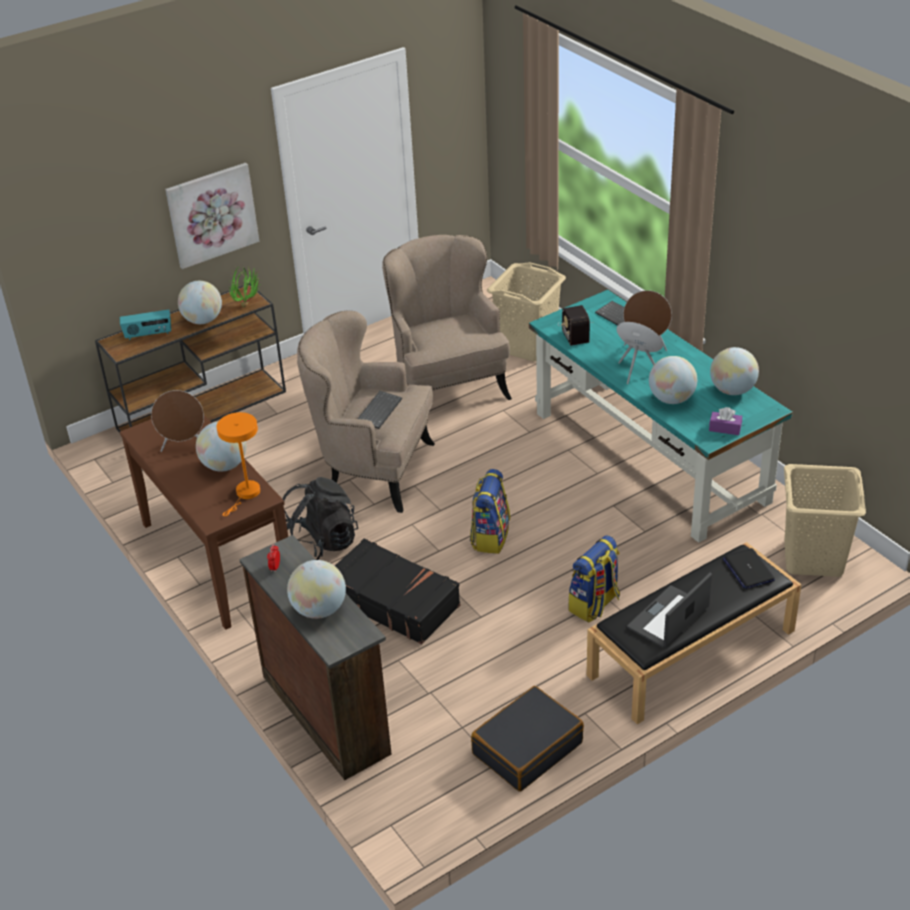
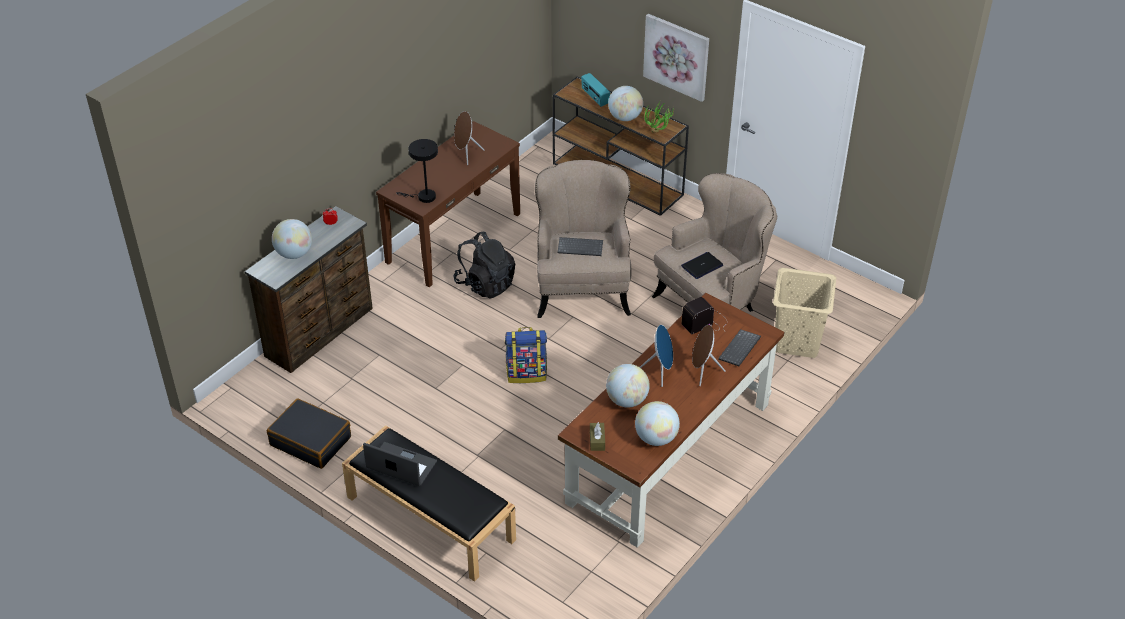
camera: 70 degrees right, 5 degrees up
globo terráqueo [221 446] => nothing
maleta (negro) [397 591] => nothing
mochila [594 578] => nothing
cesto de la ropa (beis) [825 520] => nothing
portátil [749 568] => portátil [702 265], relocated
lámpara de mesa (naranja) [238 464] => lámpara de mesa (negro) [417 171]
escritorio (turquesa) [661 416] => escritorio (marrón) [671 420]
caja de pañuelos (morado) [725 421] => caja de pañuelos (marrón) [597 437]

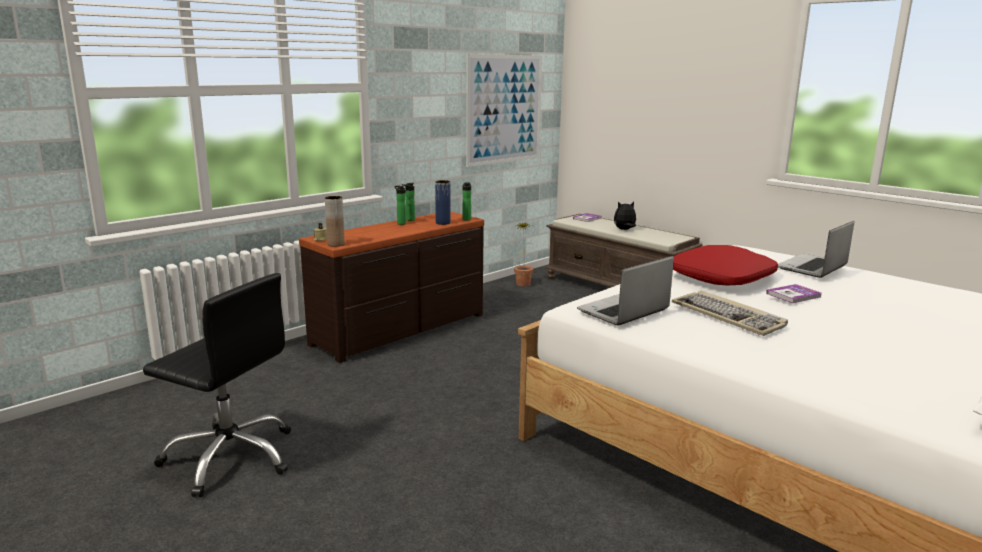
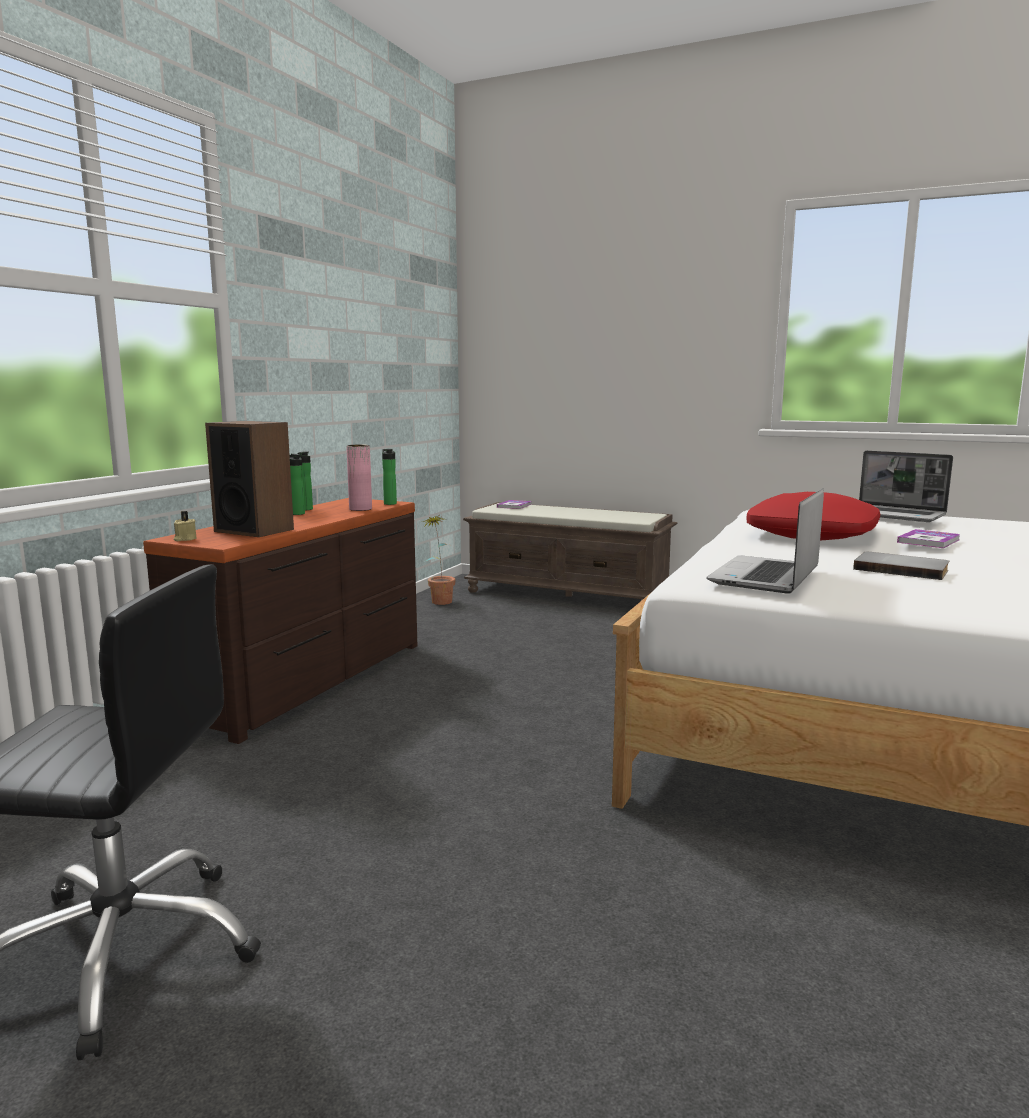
camera: 20 degrees left, 5 degrees down
florero (marrón) [335 221] => nothing
cuadro [504 110] => nothing
peluche [625 216] => nothing
nothing => altavoz [249 479]
teclado [730 313] => libro (gris) [901 566]
florero (azul) [443 202] => florero (rosa) [359 478]
portátil [816 249] => portátil [906 486], 75 degrees counterclockwise

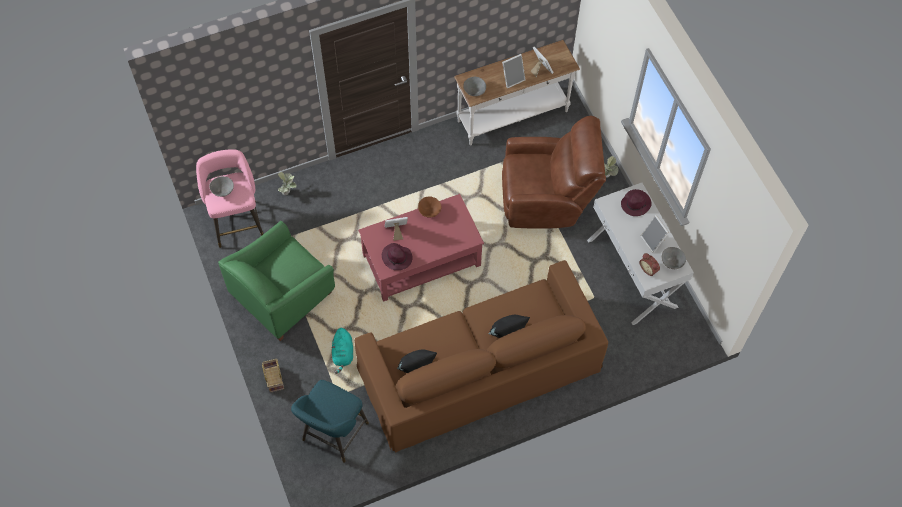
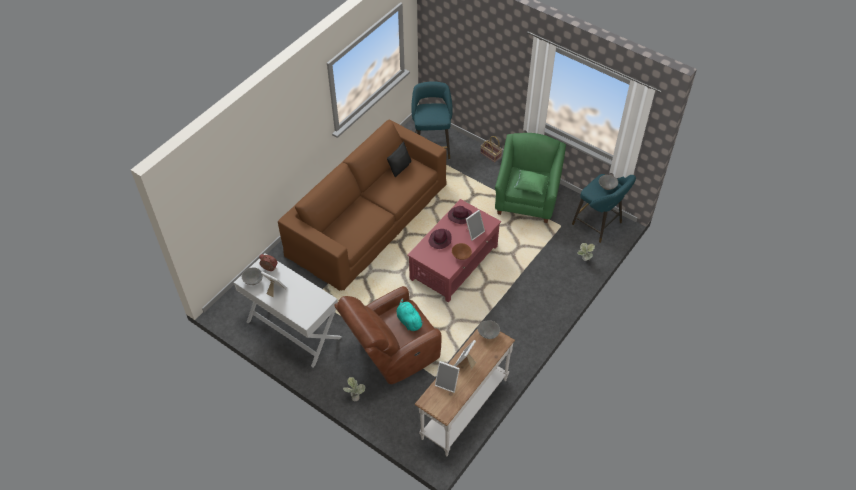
camera: 150 degrees right, 10 degrees down
cojín (negro) [509 326] => nothing
nothing => cojín (verde) [530 182]
peluche (turquesa) [342 351] => peluche (turquesa) [410 314], relocated
sombrero (morado) [636 202] => sombrero (morado) [440 239], relocated
taburete (rosa) [229 198] => taburete (turquesa) [604 208]

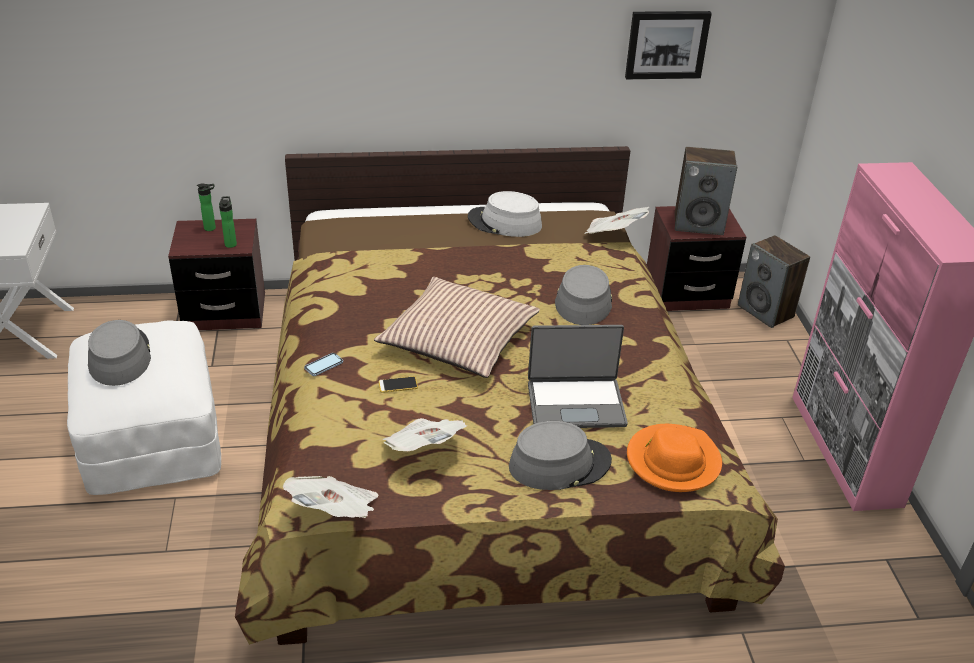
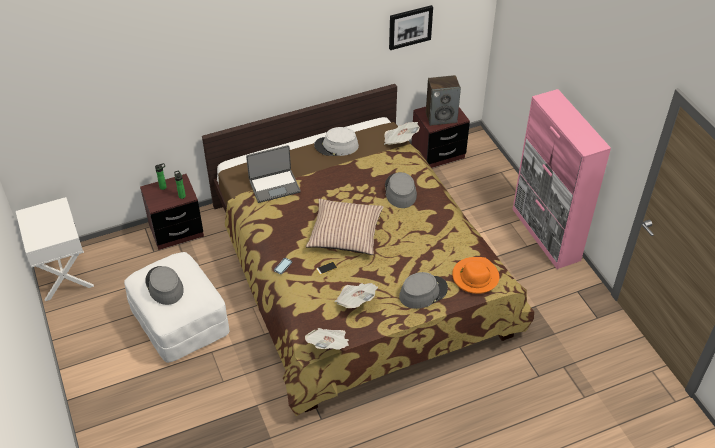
camera: 15 degrees left, 10 degrees up
altavoz [774 281] => nothing
portátil [578 376] => portátil [273 174], relocated

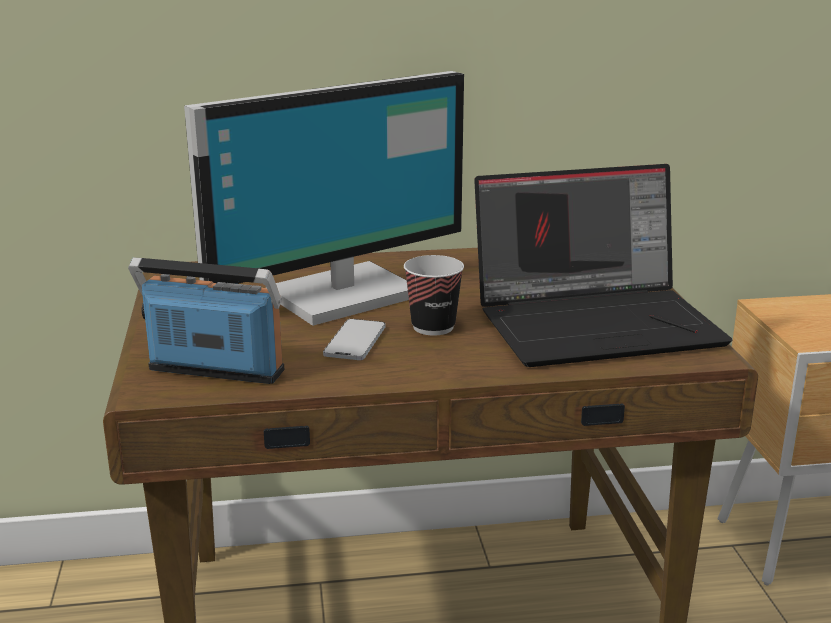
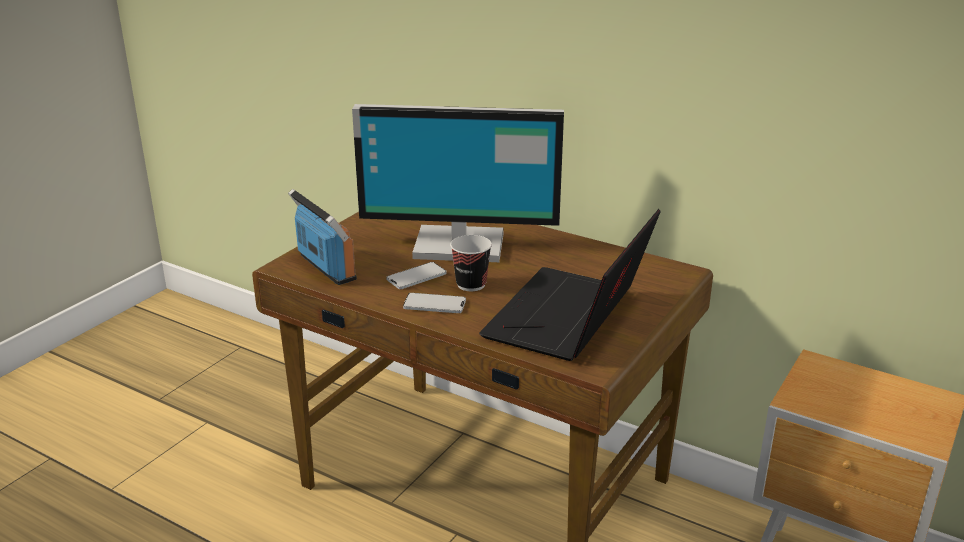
camera: 40 degrees right, 5 degrees up
nothing => móvil [434 303]
portátil [603 265] => portátil [570 285], 90 degrees clockwise

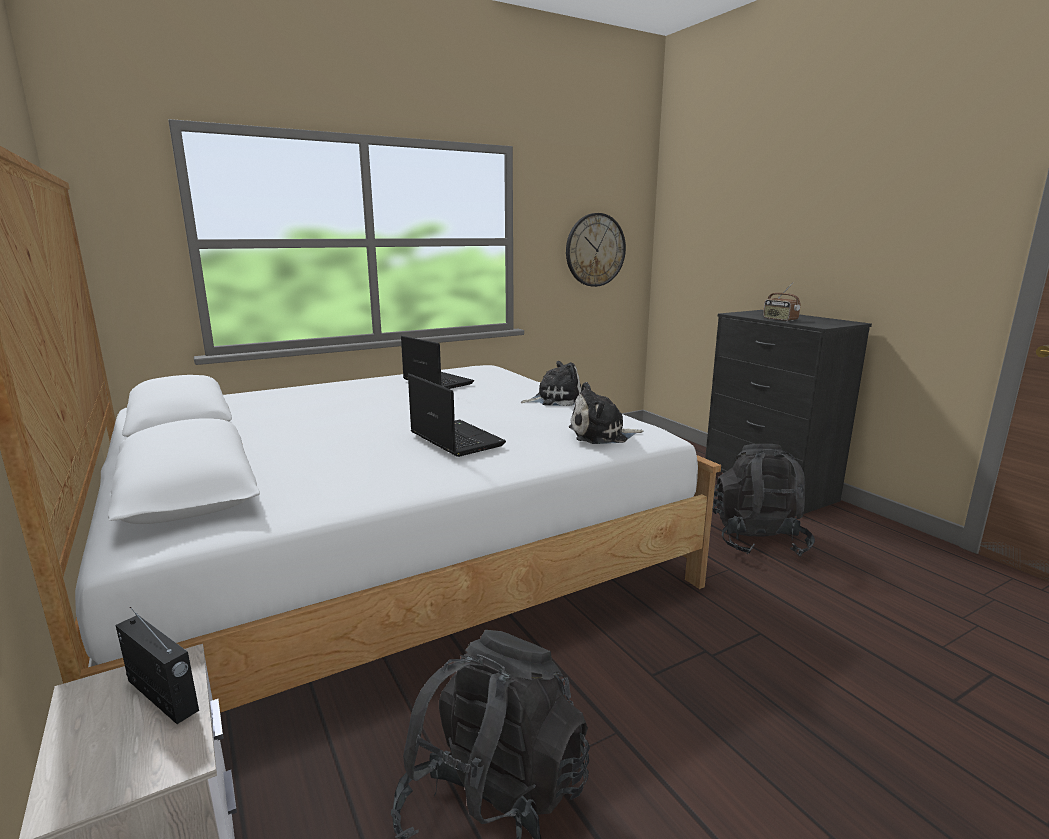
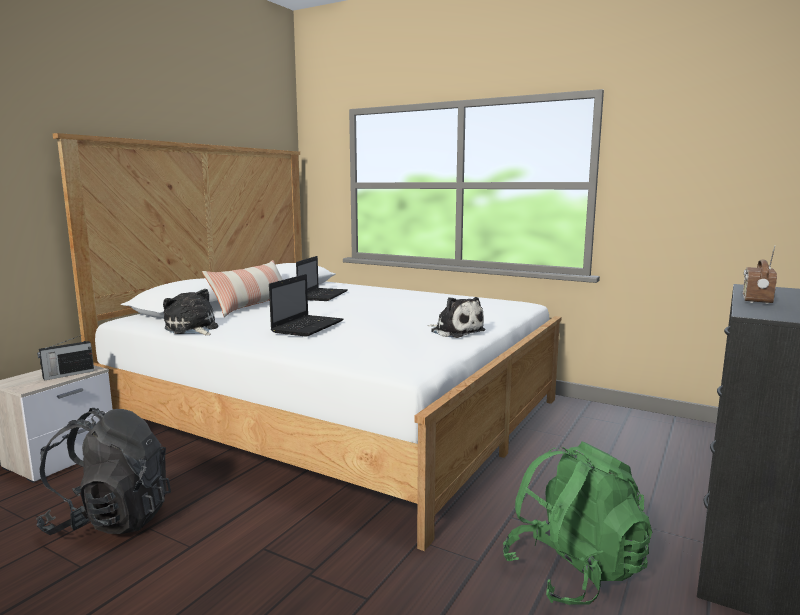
camera: 60 degrees right, 5 degrees down
reloj de pared [596 250] => nothing
nothing => cojín [242 288]
portátil [437 362] => portátil [322 278], relocated
peluche [606 413] => peluche [190 312], relocated
mochila (negro) [763 500] => mochila (verde) [577 523]
radio [157 665] => radio [65 357], 45 degrees clockwise

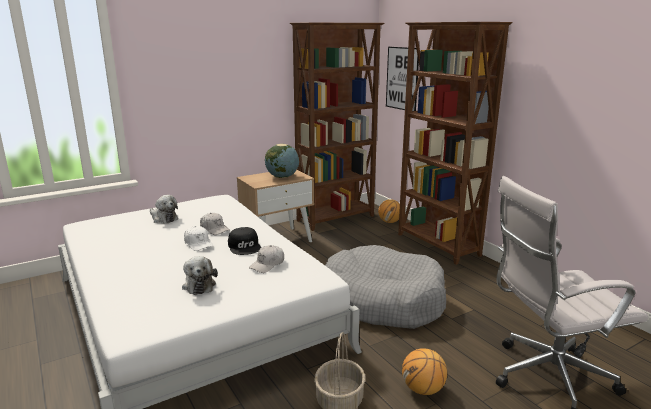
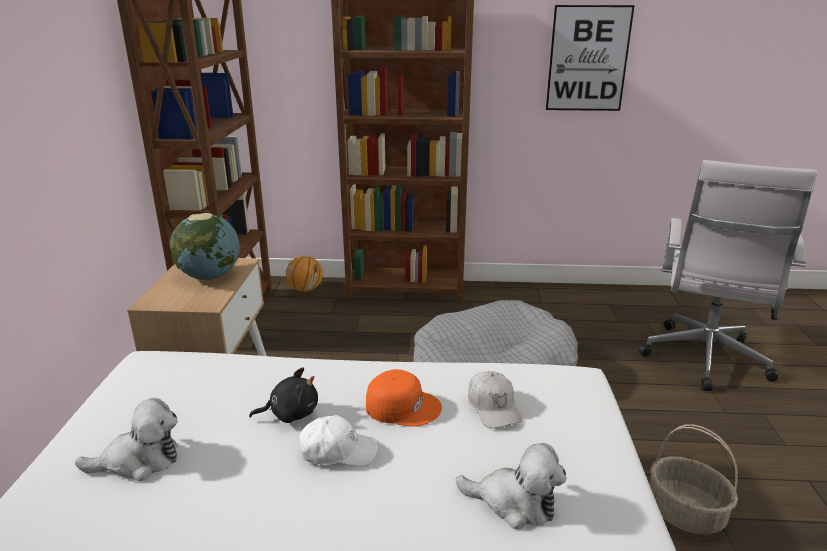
camera: 55 degrees left, 5 degrees up
balón de baloncesto [424 371] => nothing
cuadro [402 79] => cuadro [590 58], relocated
gorra (blanco) [215 224] => peluche (negro) [283 395]
gorra (negro) [244 241] => gorra (naranja) [404 398]

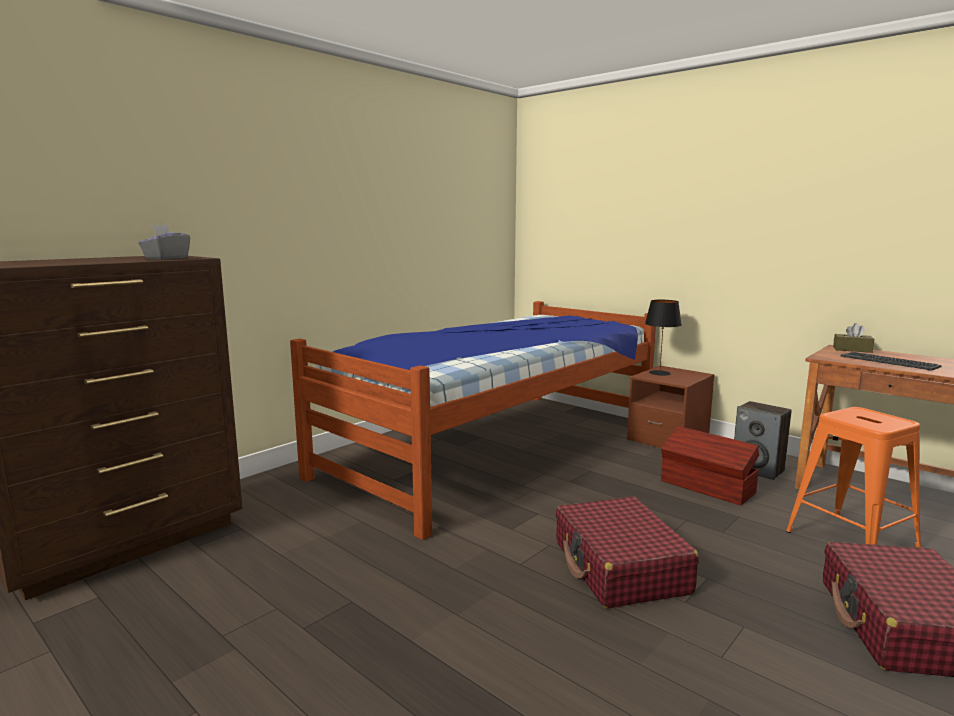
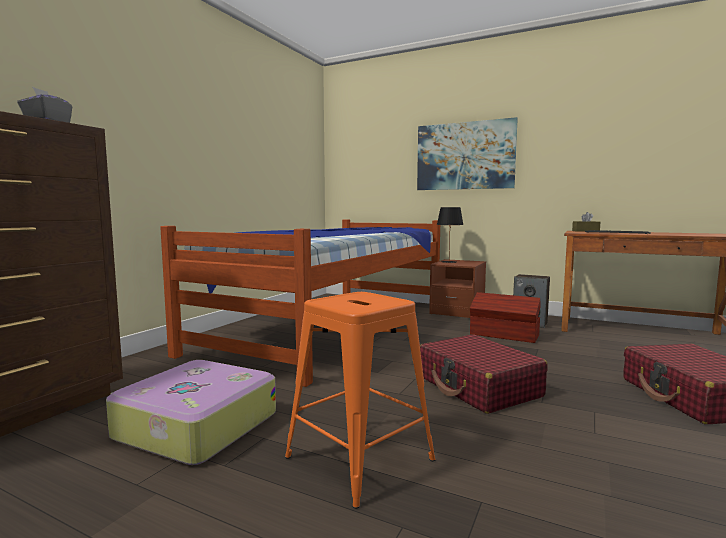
camera: 15 degrees left, 5 degrees down
nothing => maleta [191 412]
nothing => cuadro [467 153]
taburete (naranja) [853 477] => taburete (naranja) [360 400], relocated

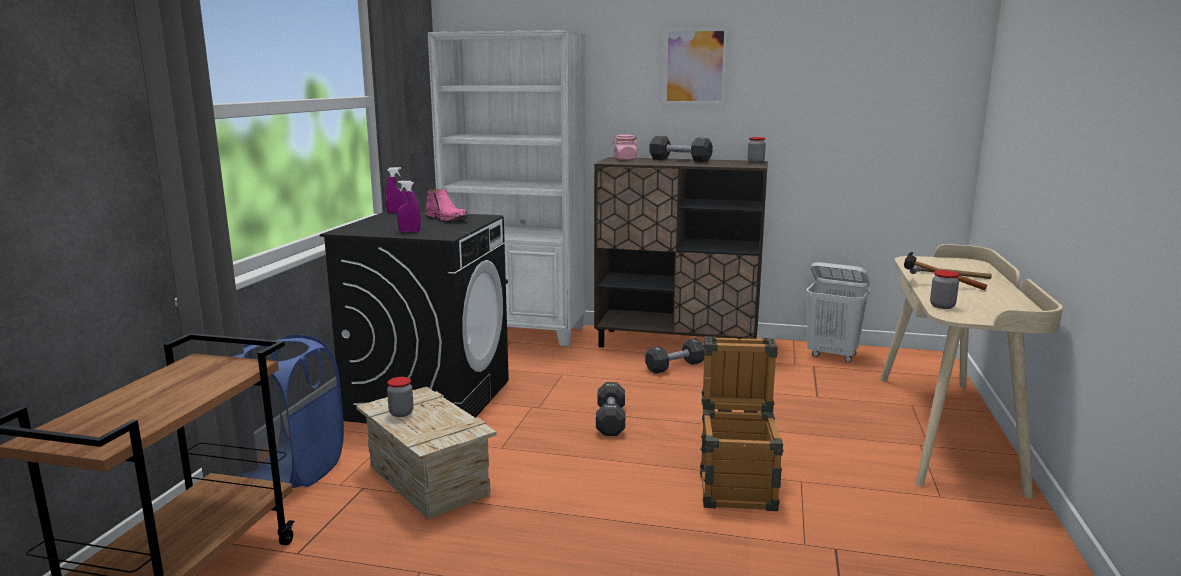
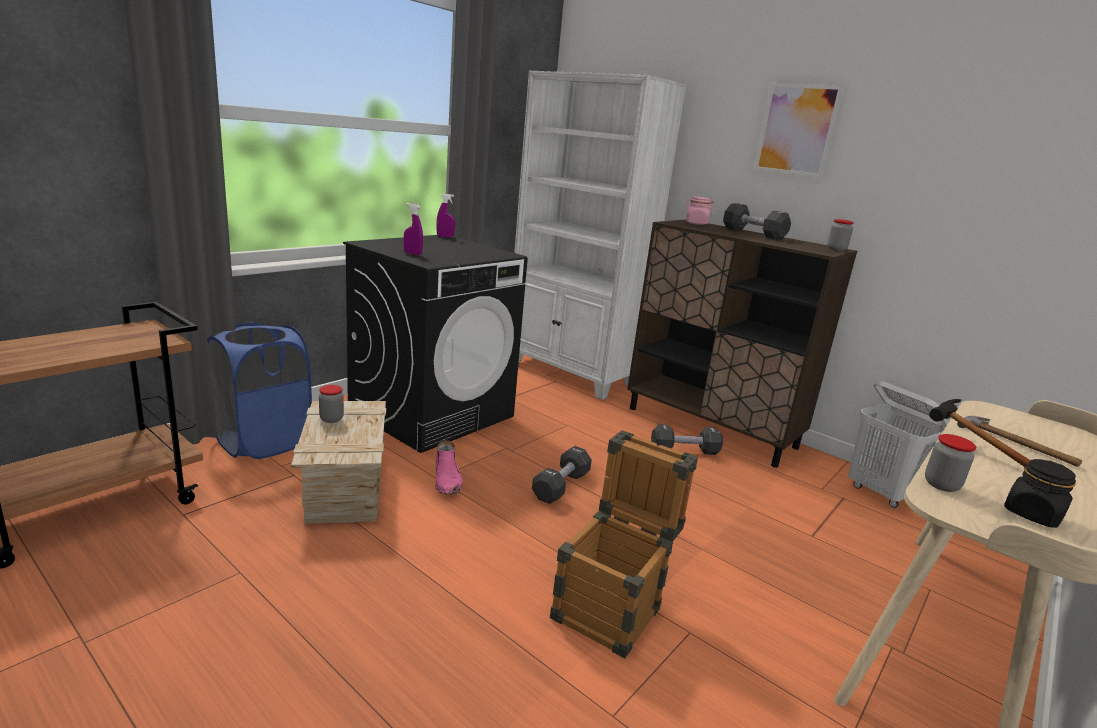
camera: 25 degrees right, 5 degrees up
nothing => tarro (negro) [1040 493]
bota (rosa) [447 205] => bota (rosa) [449 467], relocated

